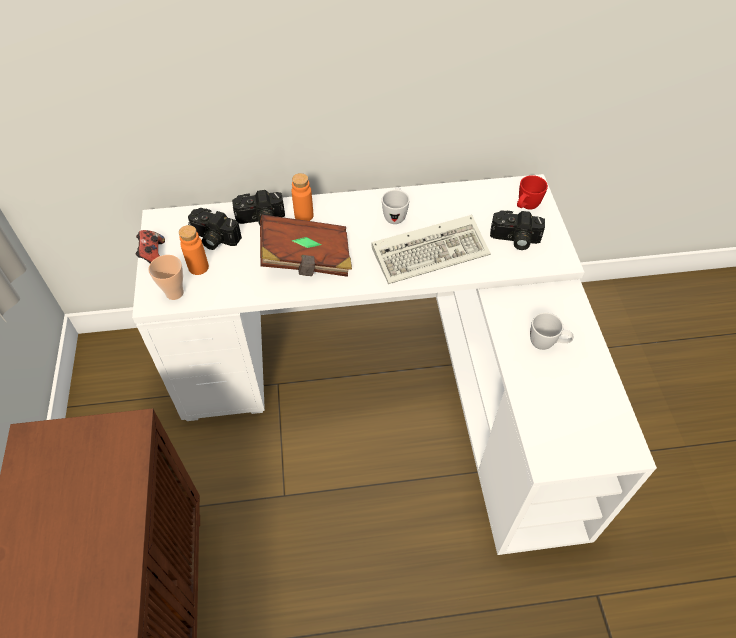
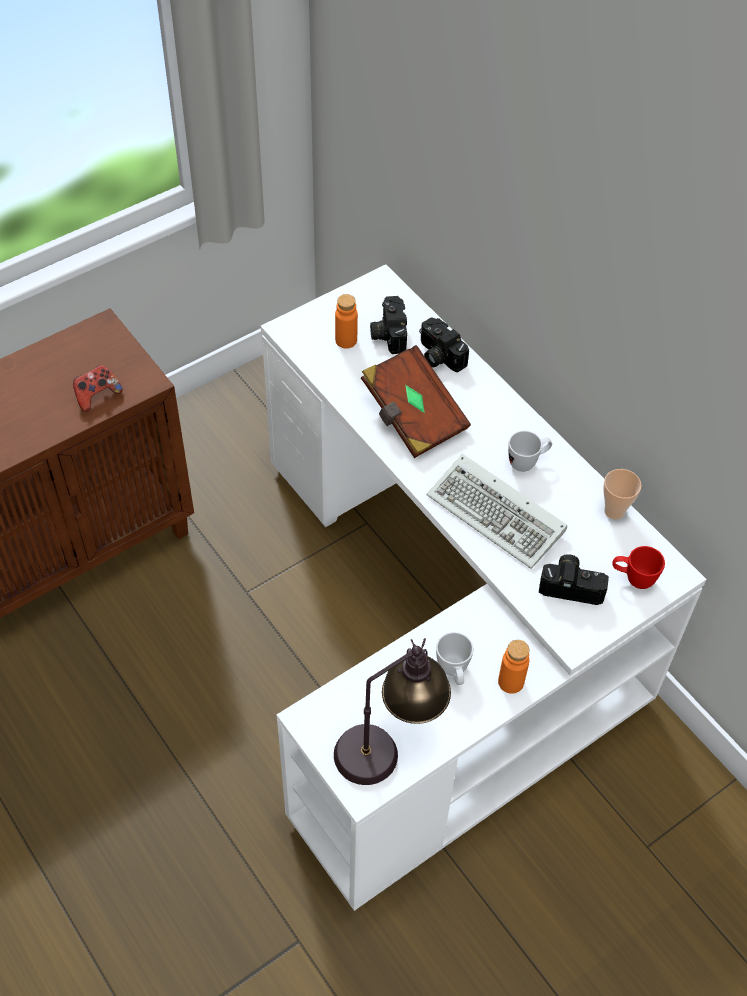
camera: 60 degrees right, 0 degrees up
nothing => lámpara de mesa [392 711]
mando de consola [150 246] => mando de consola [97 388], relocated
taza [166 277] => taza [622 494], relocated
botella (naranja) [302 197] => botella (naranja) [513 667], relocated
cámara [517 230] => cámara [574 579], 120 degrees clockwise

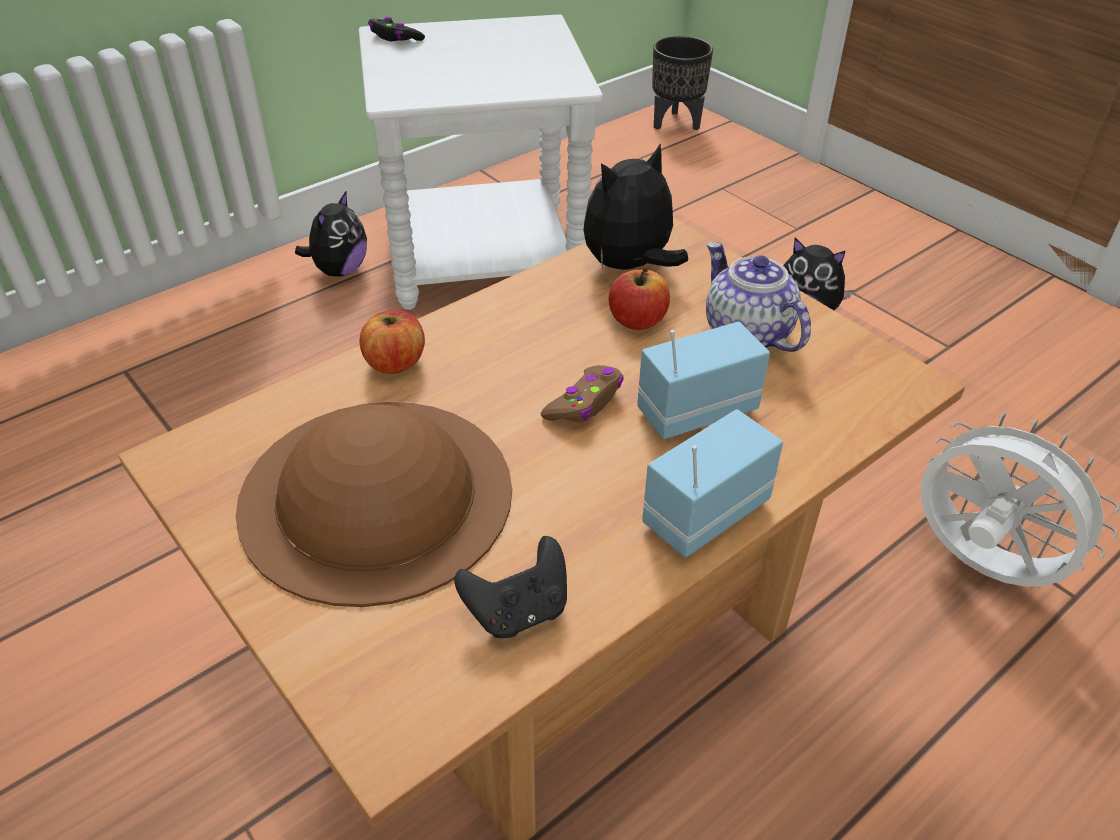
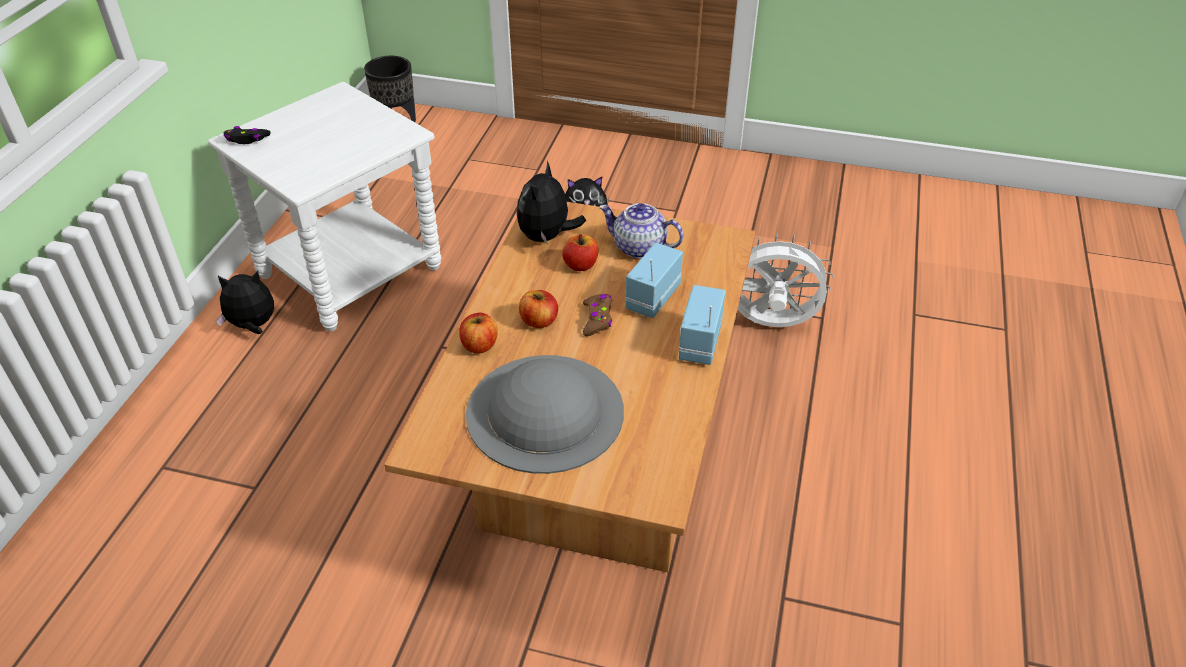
camera: 35 degrees left, 0 degrees up
mando de consola (negro) [510 587] => nothing
nothing => manzana [538 309]
sombrero (marrón) [374 504] => sombrero (gris) [545 414]
peluche [331 233] => peluche [245 302], 90 degrees counterclockwise

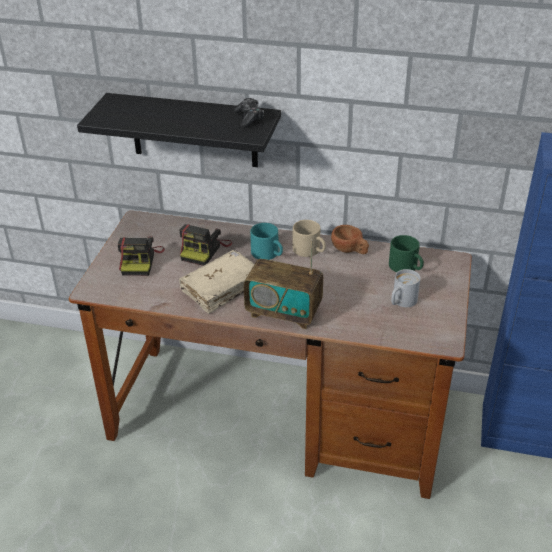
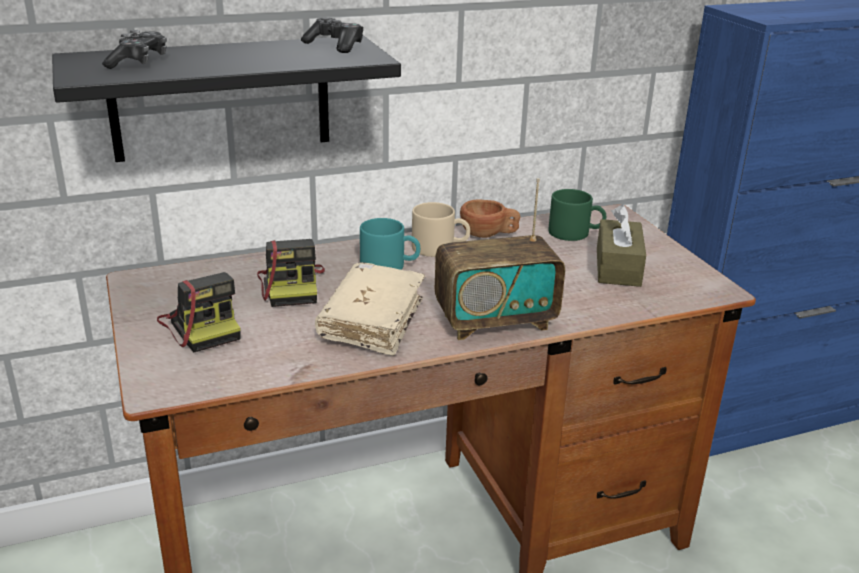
camera: 35 degrees left, 10 degrees down
nothing => mando de consola [134 49]
taza grande (blanco) [406 288] => caja de pañuelos (marrón) [621 245]

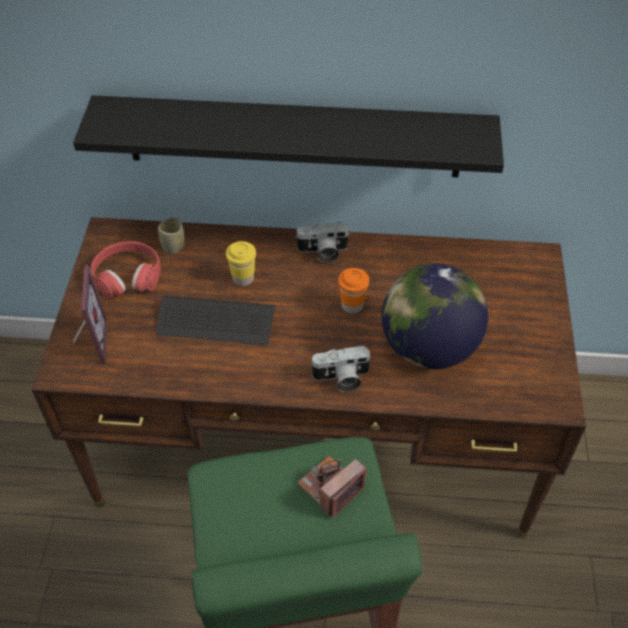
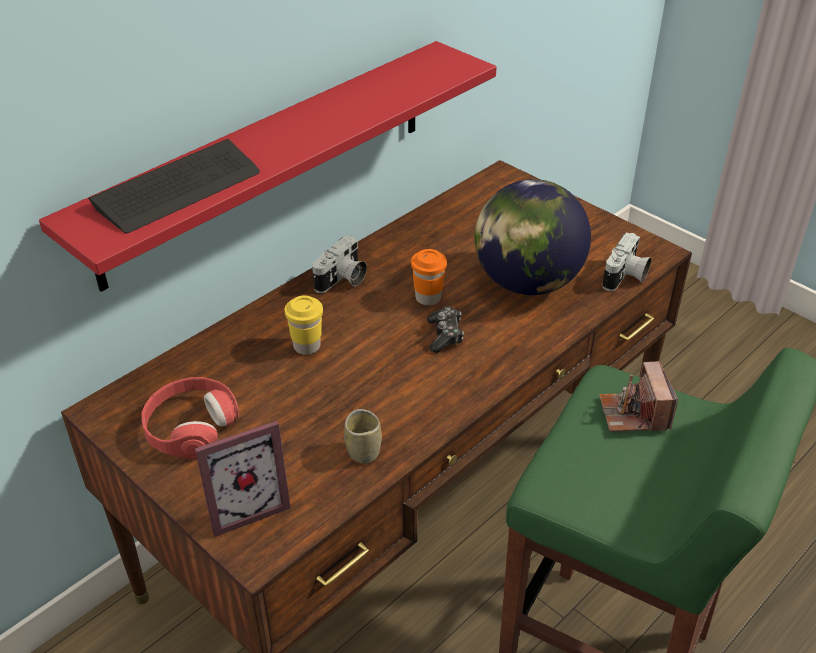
camera: 50 degrees left, 10 degrees down
nothing => mando de consola [445 329]
teclado [215 320] => teclado [174 186], relocated
taza [171 235] => taza [363 436], relocated
cámara [340 369] => cámara [626 262], relocated
estante (negro) [288 136] => estante (rojo) [268 166]
portarretratos [90 314] => portarretratos [243 479], 120 degrees clockwise

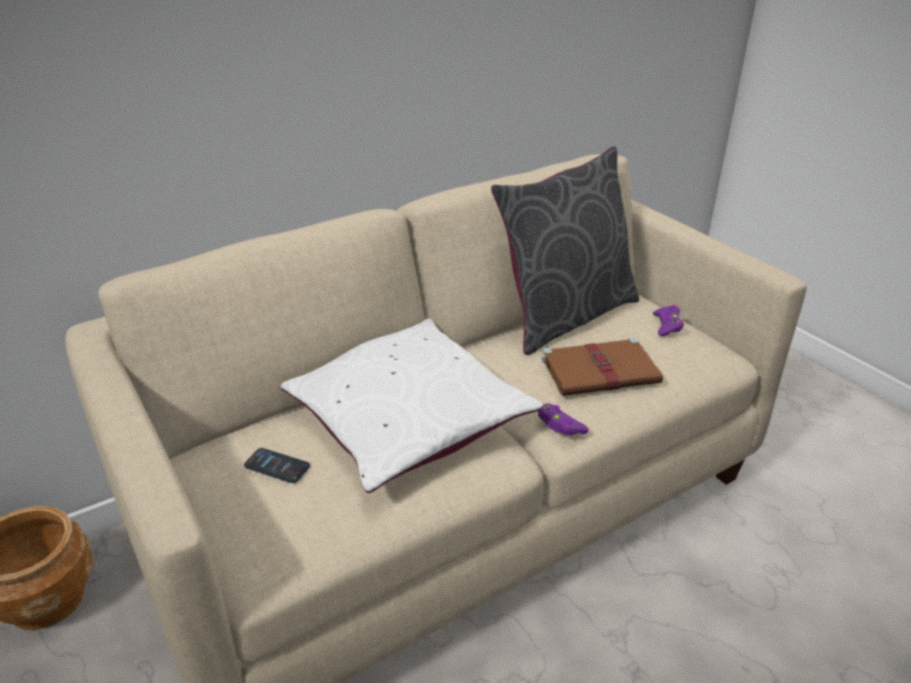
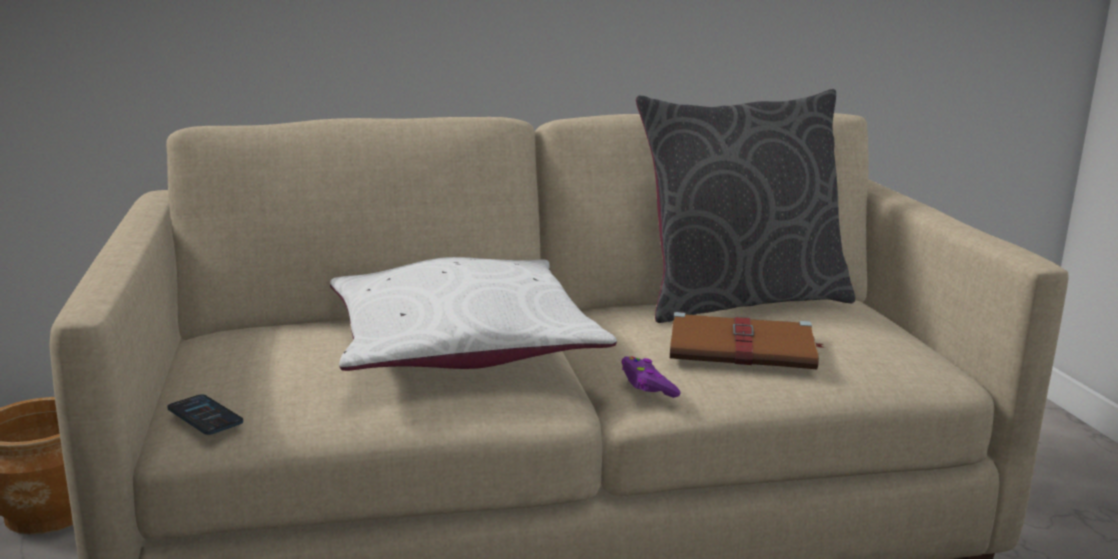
camera: 20 degrees right, 15 degrees down
mando de consola (morado) [668 320] => nothing
móvil [277 465] => móvil [205 415], relocated

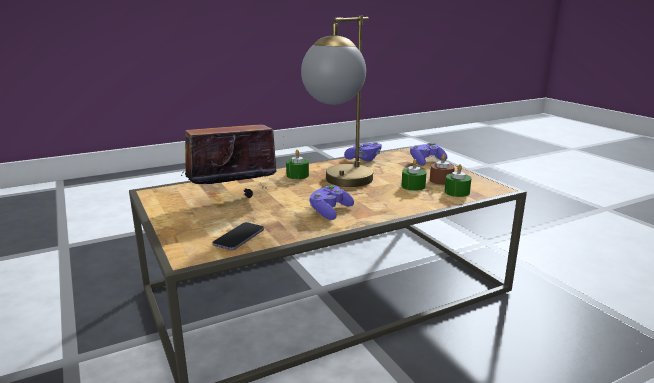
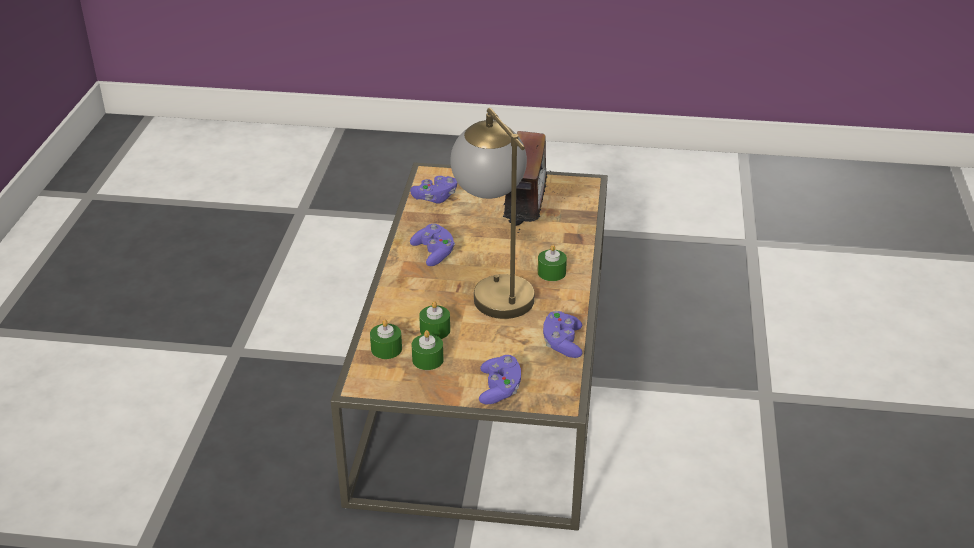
camera: 125 degrees right, 15 degrees up
móvil [238 236] => mando de consola (morado) [433 190]
vela (marrón) [442 169] => vela (verde) [428 350]

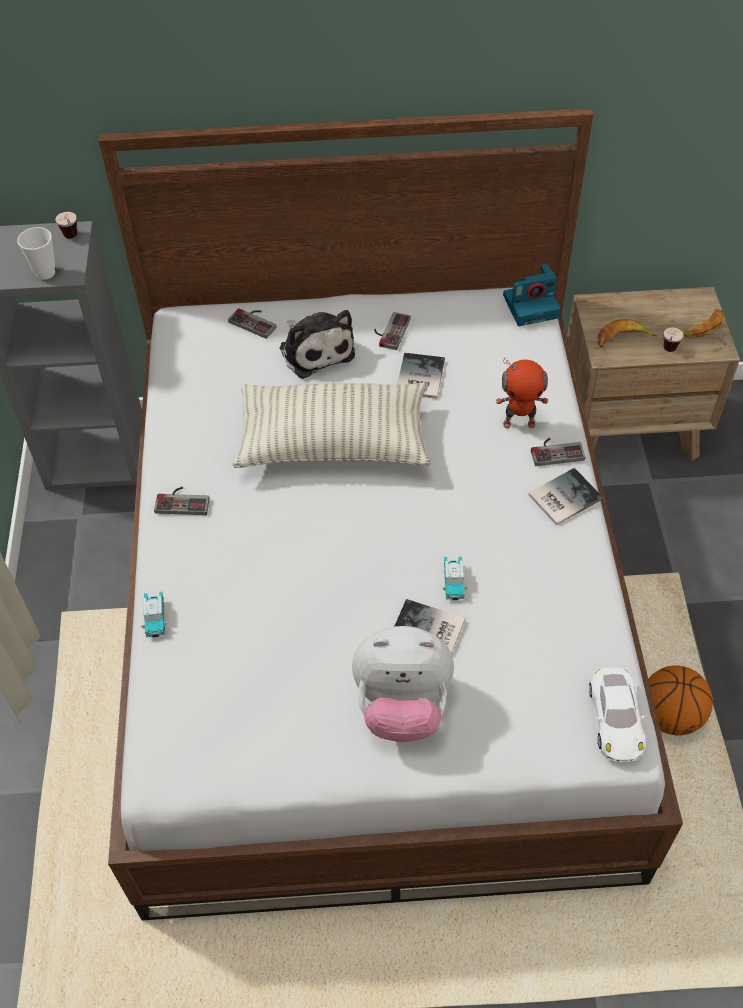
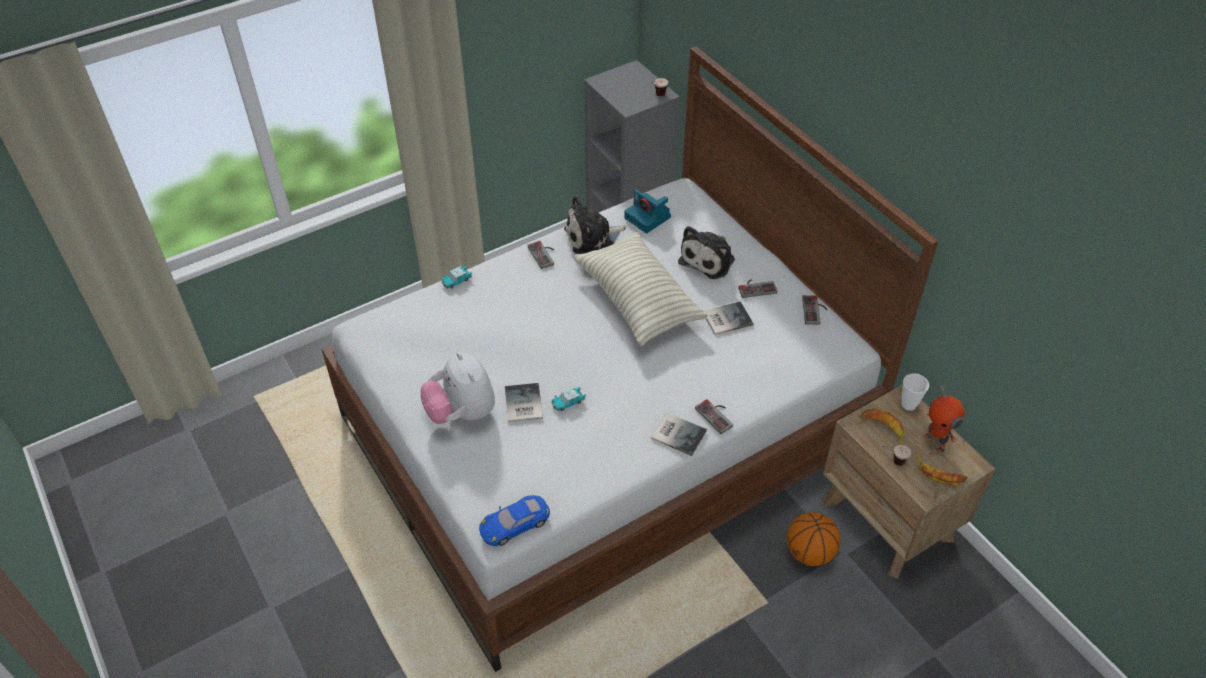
camera: 60 degrees right, 5 degrees down
nothing => peluche [595 225]
taza [36 253] => taza [915 392], relocated
mando de consola [252 323] => mando de consola [814 310], relocated
robot de juguete [522 393] => robot de juguete [944 419], relocated
cámara [531 295] => cámara [647 211], relocated
balón de baloncesto [680 700] => balón de baloncesto [814 539], relocated
coche de juguete (blanco) [617 714] => coche de juguete (azul) [514 520]

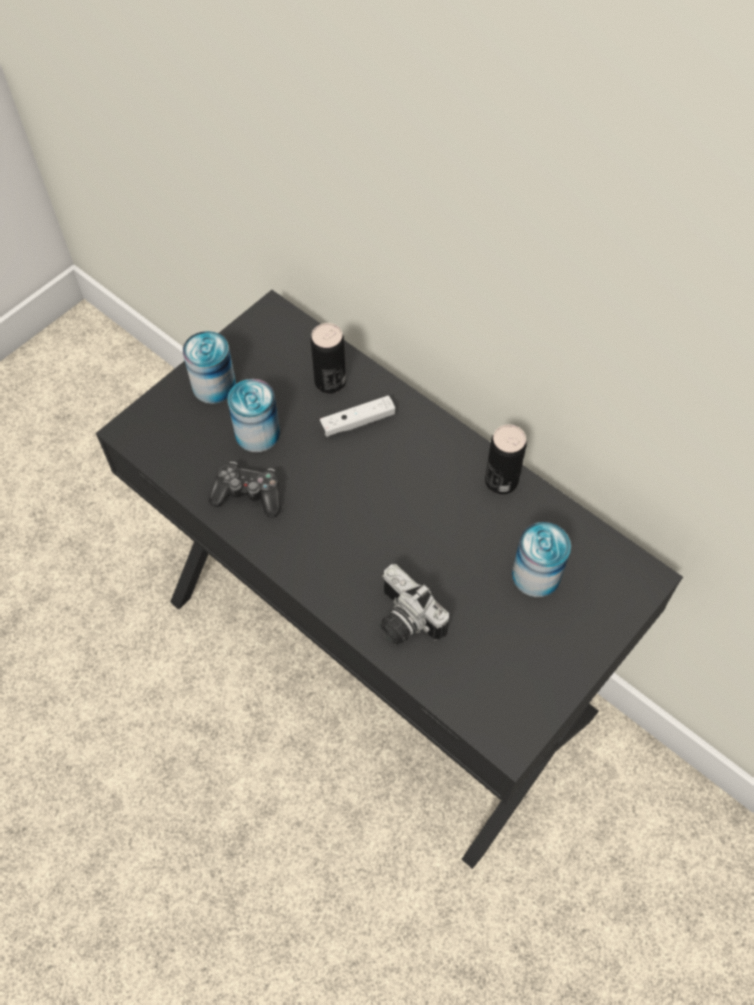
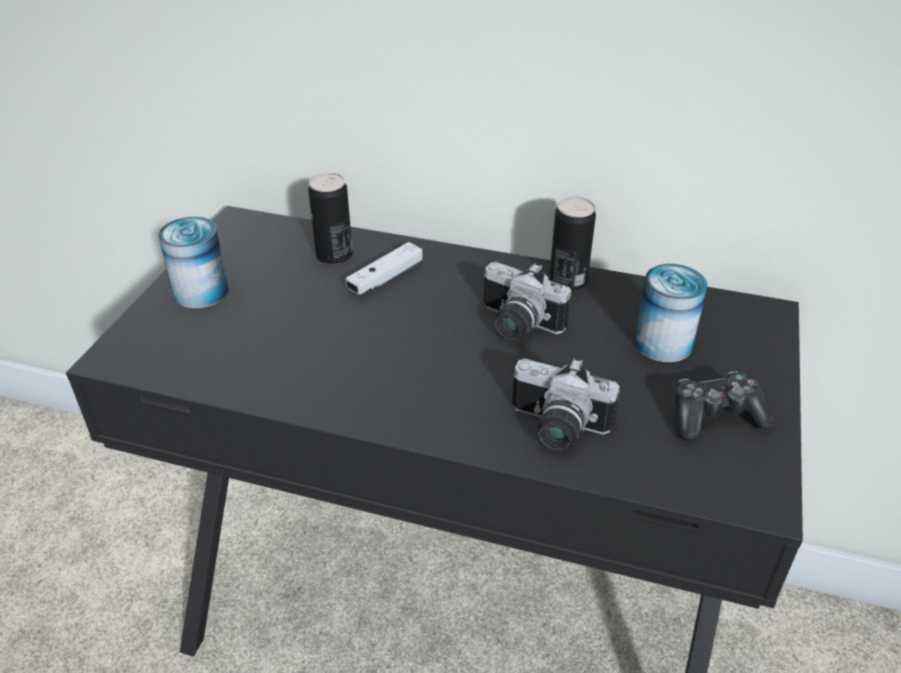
camera: 25 degrees left, 20 degrees down
lata [253 415] => nothing
nothing => cámara [527 301]
mando de consola [244 490] => mando de consola [724 406], relocated

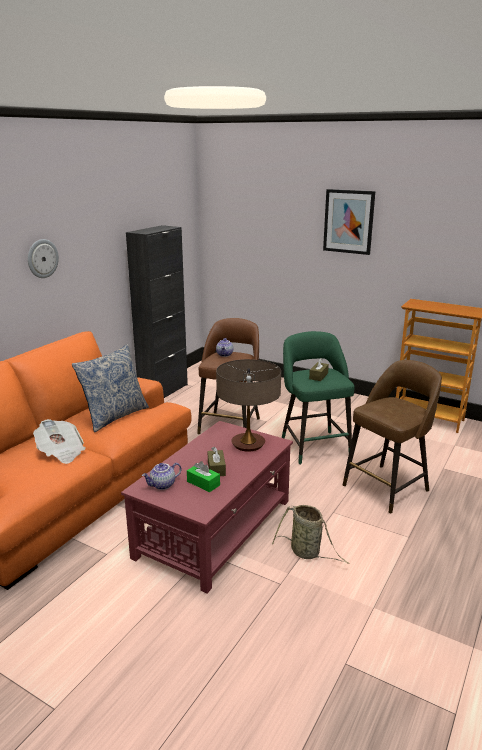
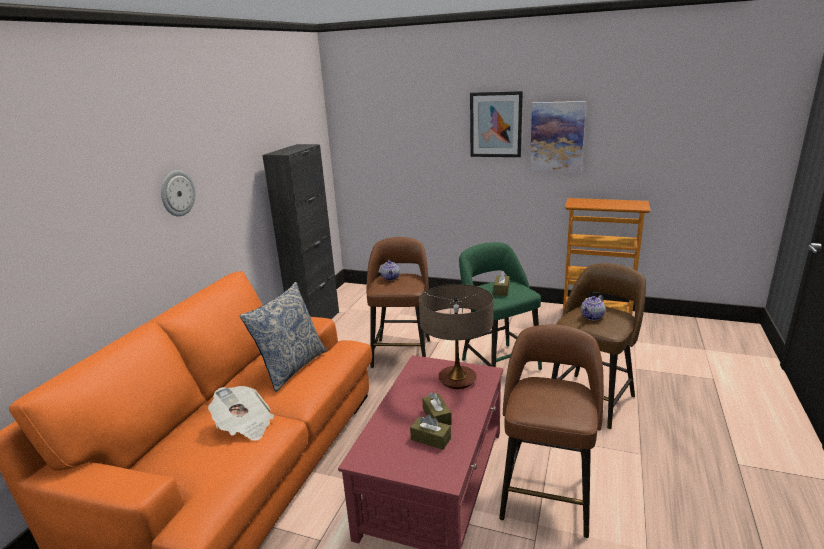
camera: 10 degrees left, 0 degrees up
nothing => cuadro [558 136]
tetera [161 476] => tetera [593 307], relocated
cesta [311 534] => taburete (marrón) [551 431]
caja de pañuelos (verde) [203 476] => caja de pañuelos (marrón) [430 432]

